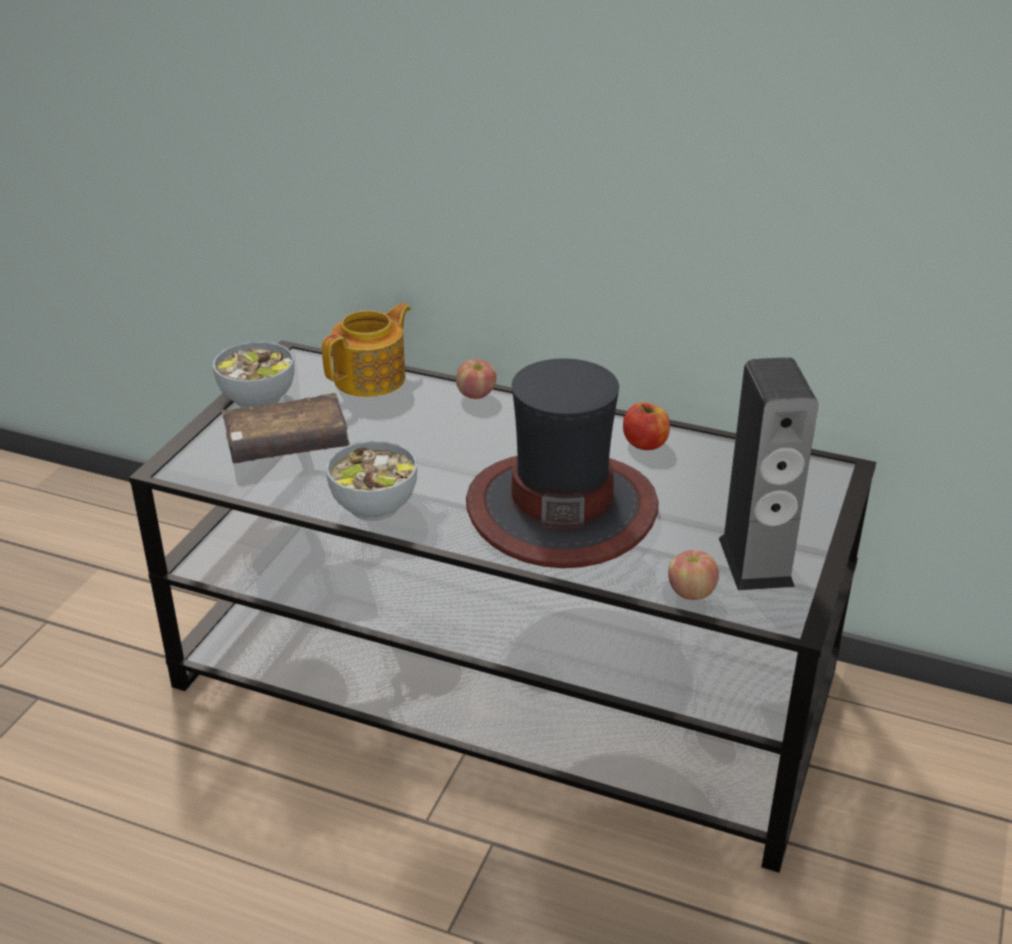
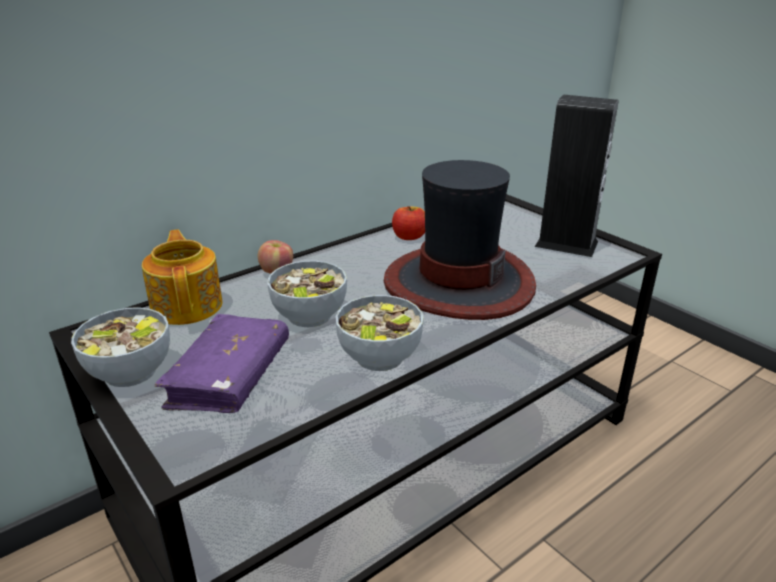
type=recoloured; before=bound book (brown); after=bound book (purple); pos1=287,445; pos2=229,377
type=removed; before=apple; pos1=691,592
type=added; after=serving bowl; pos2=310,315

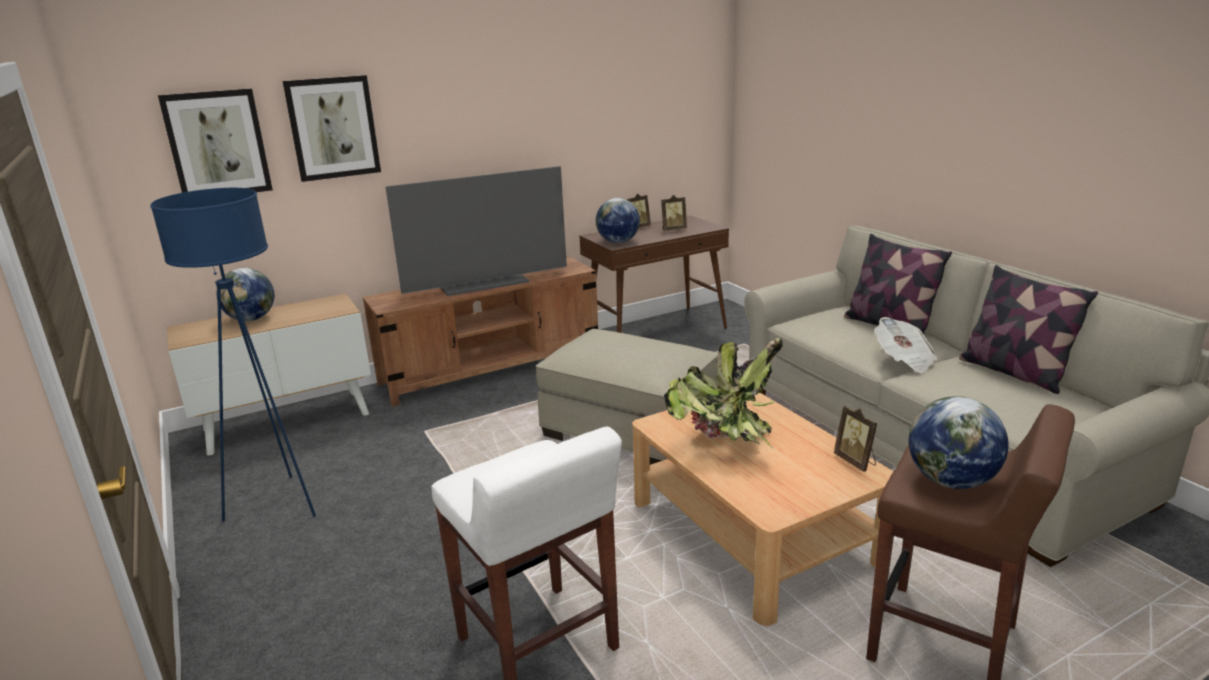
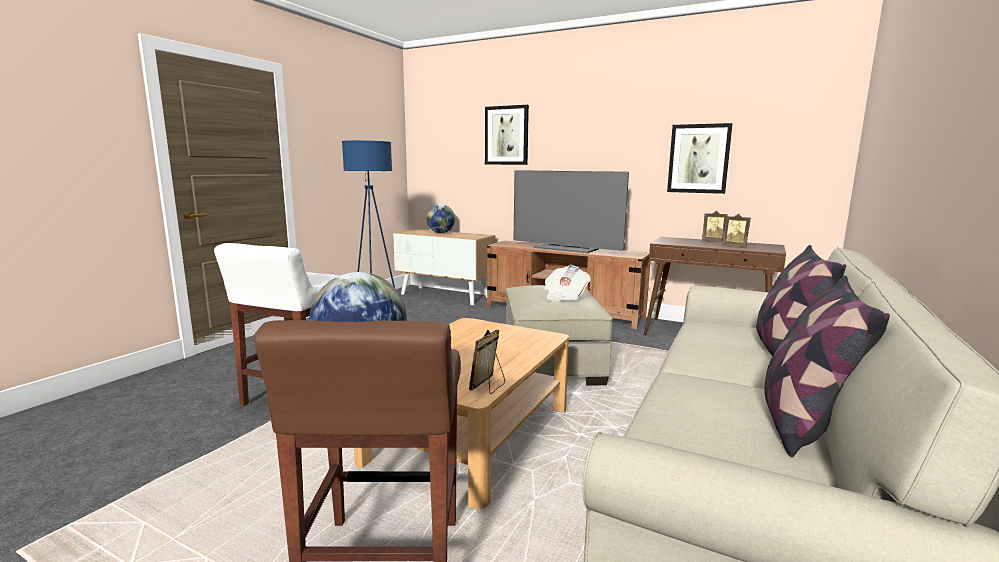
type=moved; before=wall art; pos1=217,144; pos2=698,159
type=removed; before=desk globe; pos1=618,242
type=removed; before=houseplant; pos1=725,444
type=moved; before=daily paper; pos1=904,360; pos2=564,296

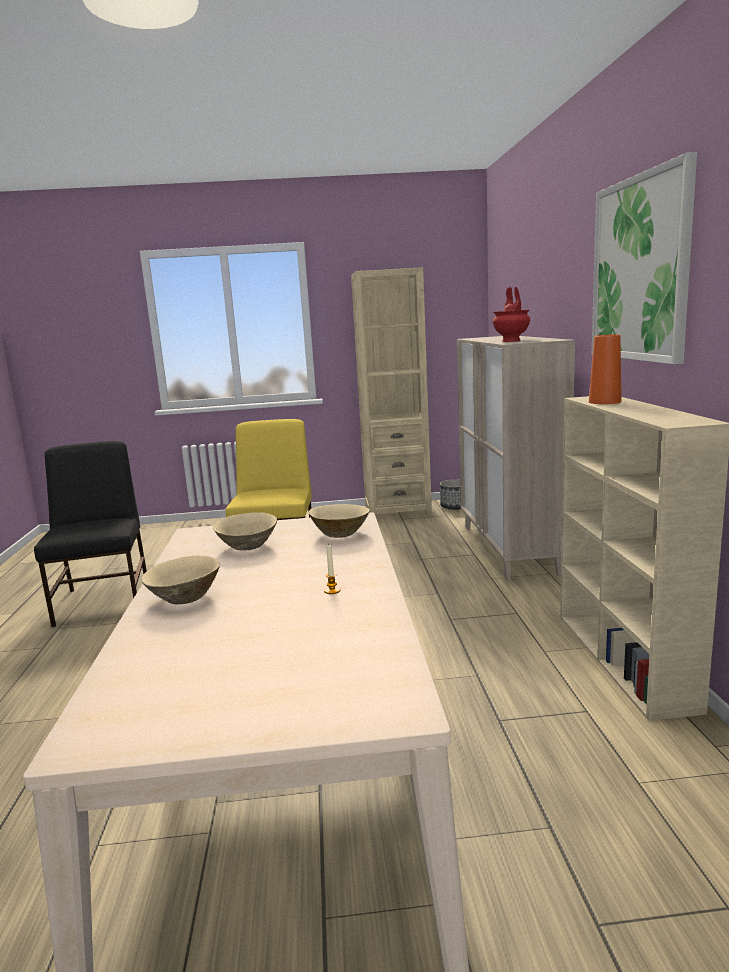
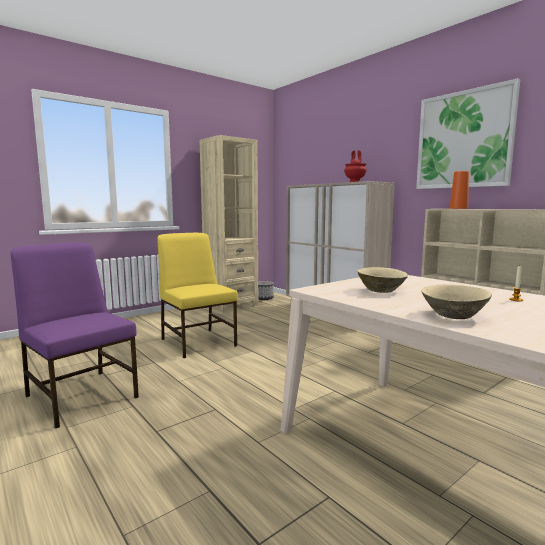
type=recoloured; before=plain chair (black); after=plain chair (purple); pos1=105,600; pos2=82,395
type=removed; before=serving bowl (beige-coloured); pos1=340,533

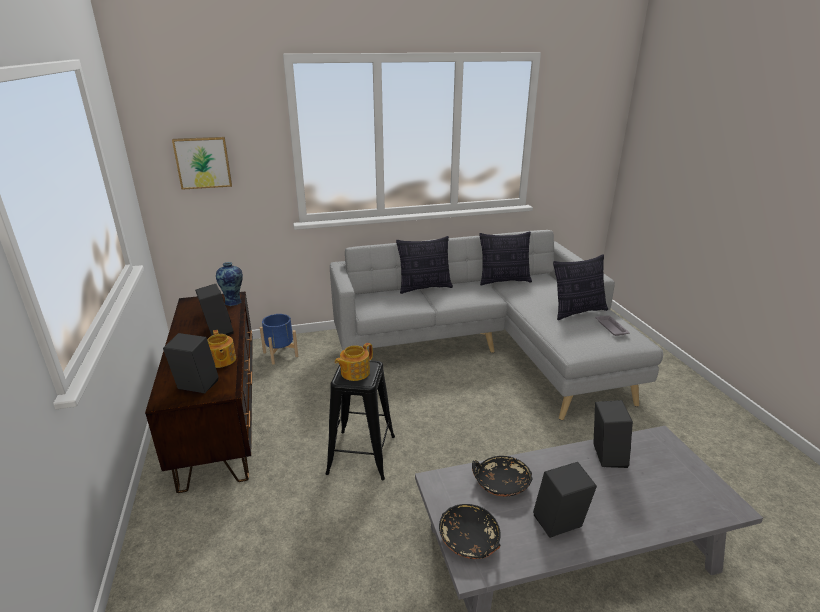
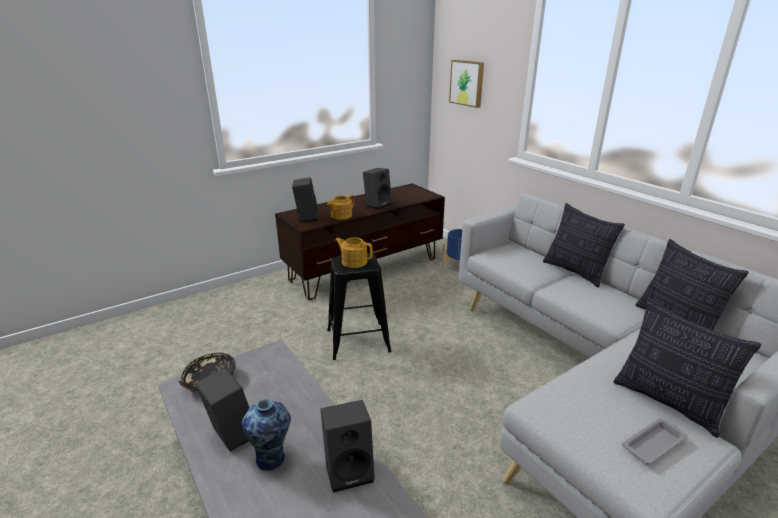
type=moved; before=flower vase; pos1=233,302; pos2=272,459
type=removed; before=serving bowl (black); pos1=501,483

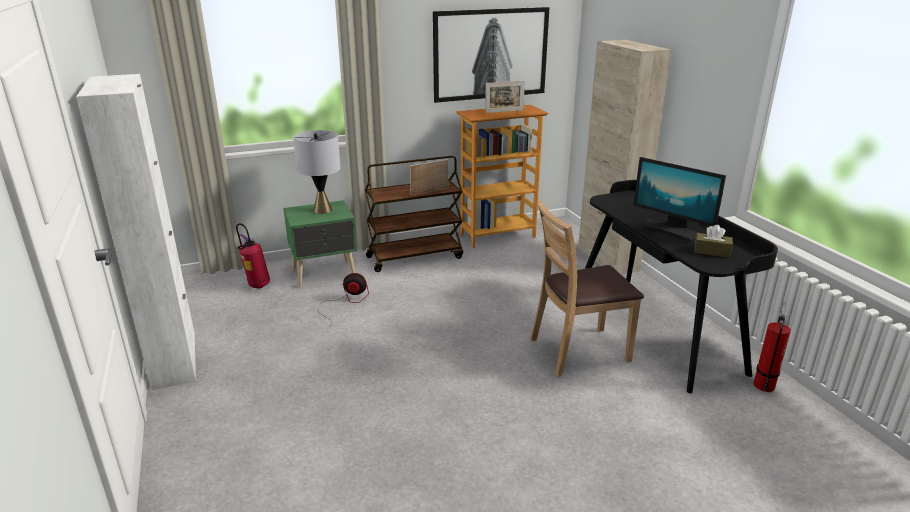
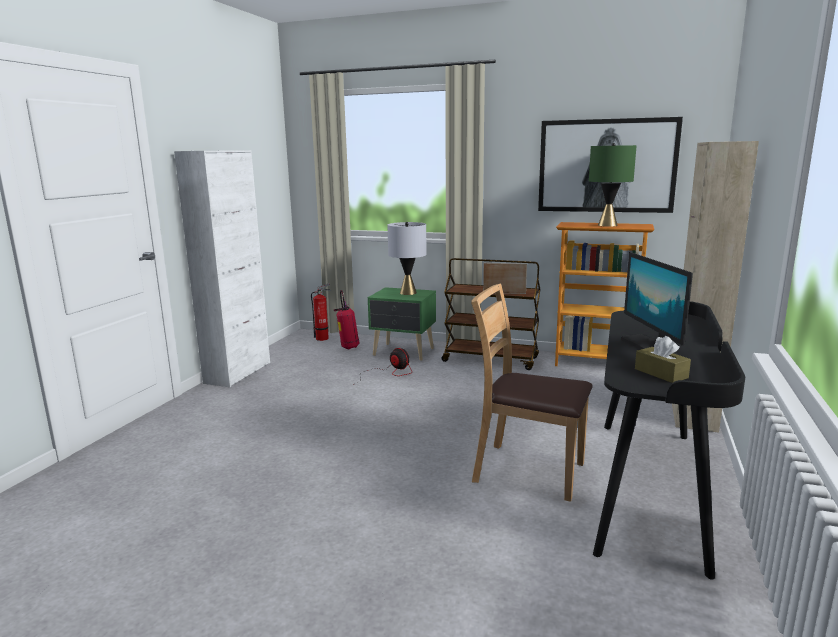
type=replaced; before=standing frame; after=lamp for a table (greenish); pos1=504,111; pos2=607,225
type=moved; before=fire extinguisher; pos1=764,384; pos2=324,338

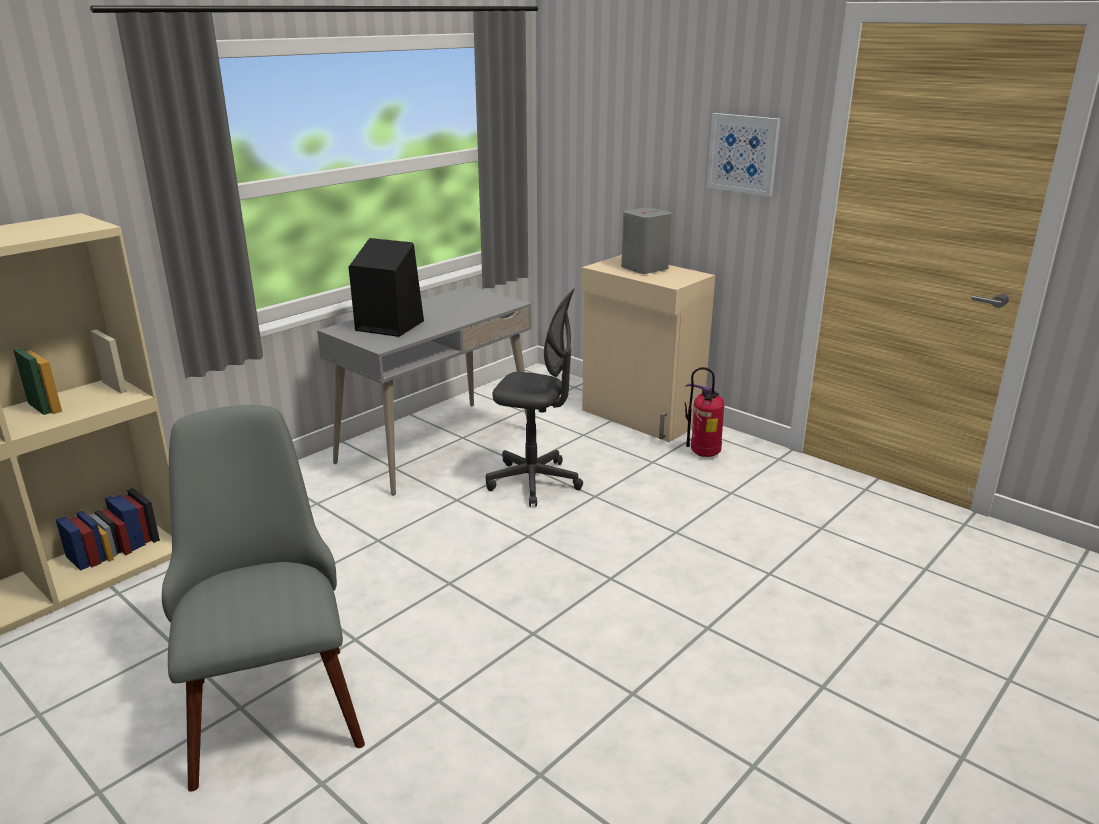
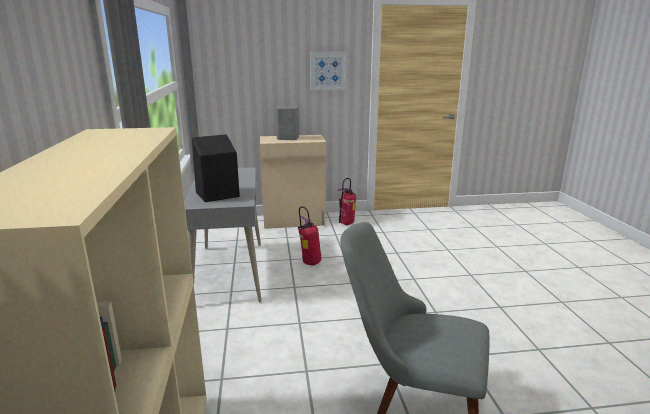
type=replaced; before=desk chair (gray); after=fire extinguisher; pos1=534,482; pos2=309,263

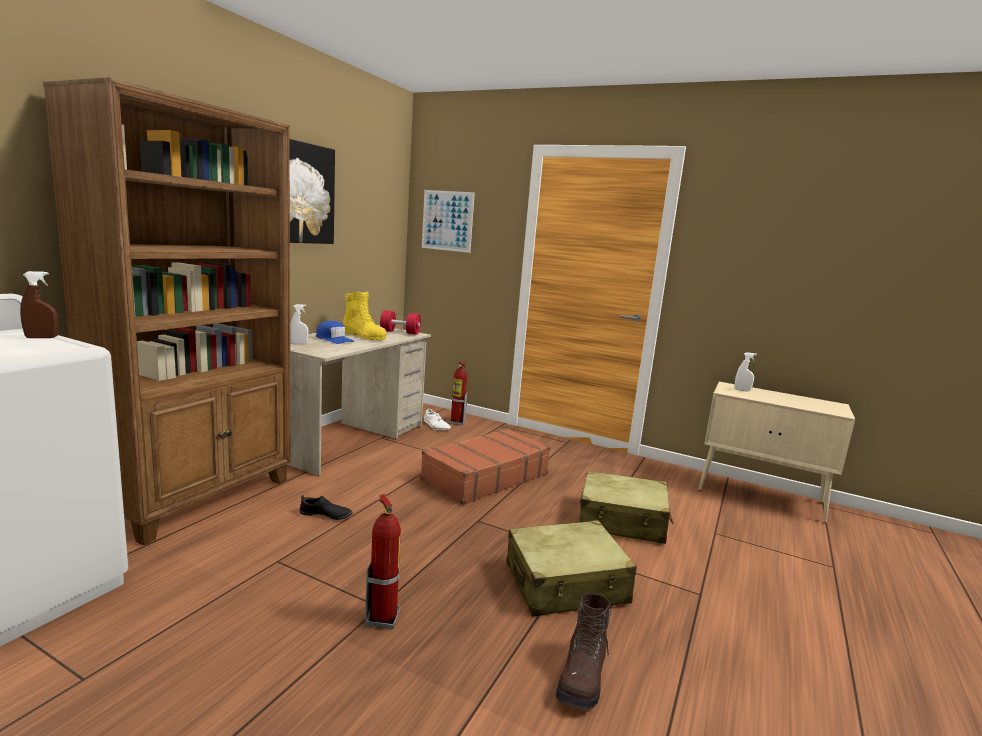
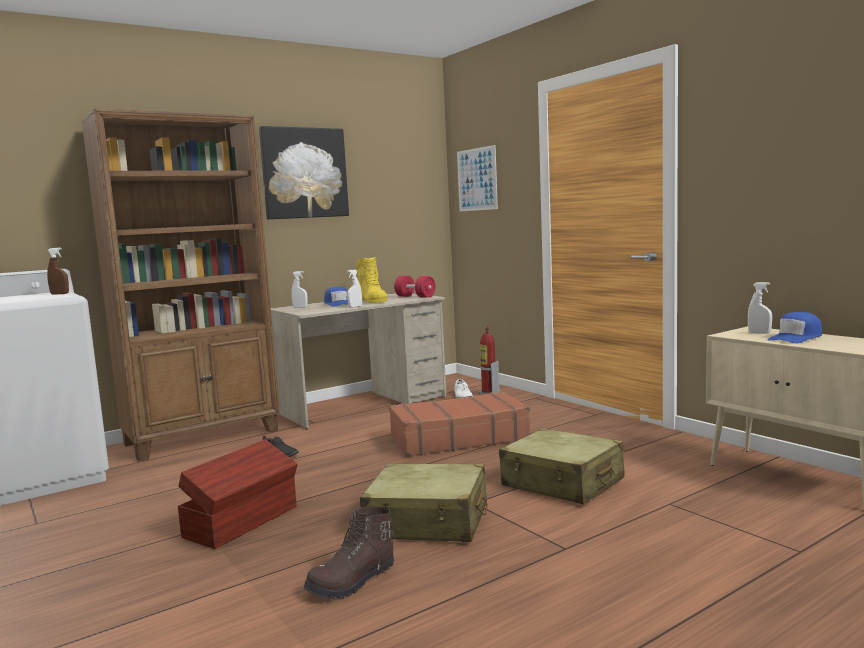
type=replaced; before=fire extinguisher; after=storage bin (brown); pos1=383,618; pos2=243,521
type=added; after=spray bottle (white-coloured); pos2=355,307
type=added; after=baseball cap (bluish); pos2=796,338

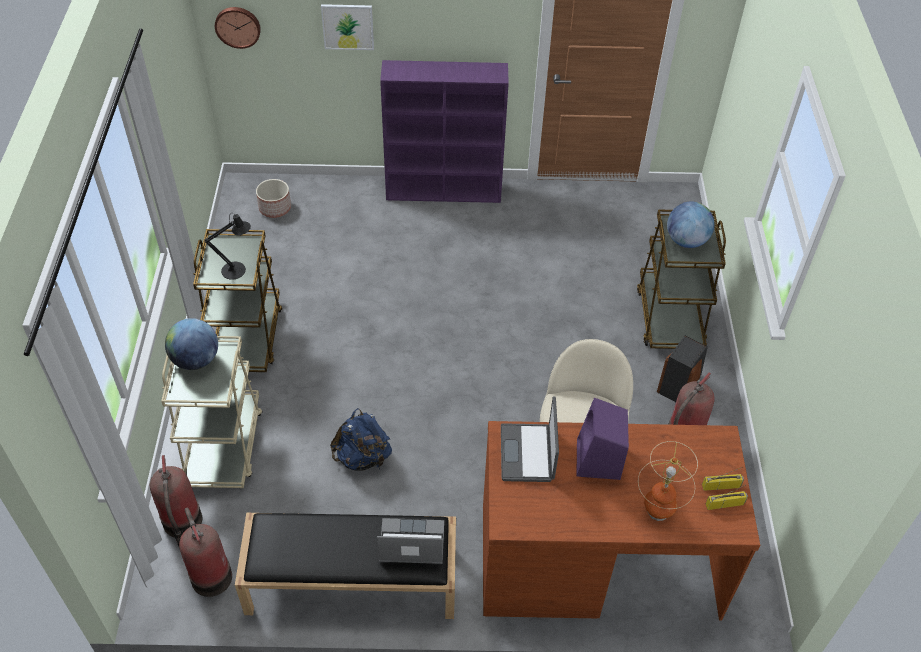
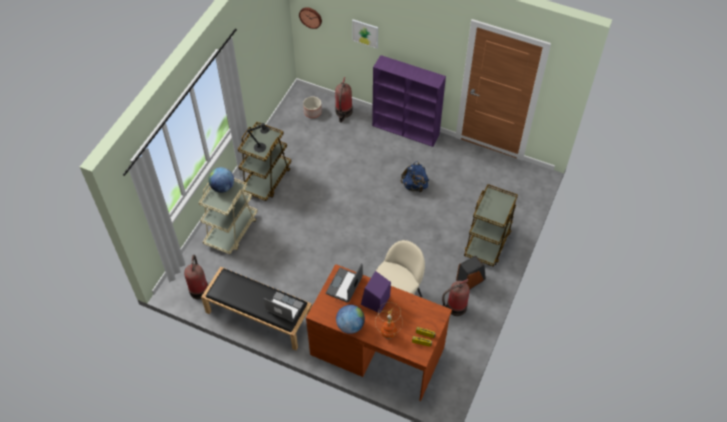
type=moved; before=fire extinguisher; pos1=182,524; pos2=343,112
type=moved; before=knapsack (bluish); pos1=363,457; pos2=414,186
type=moved; before=desk globe; pos1=686,241; pos2=350,325

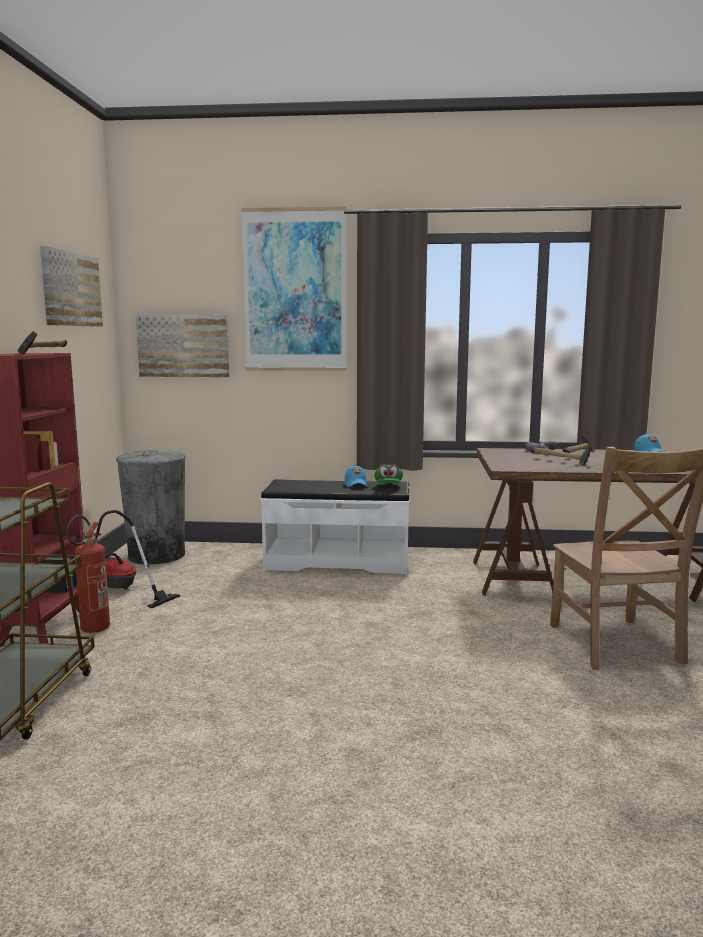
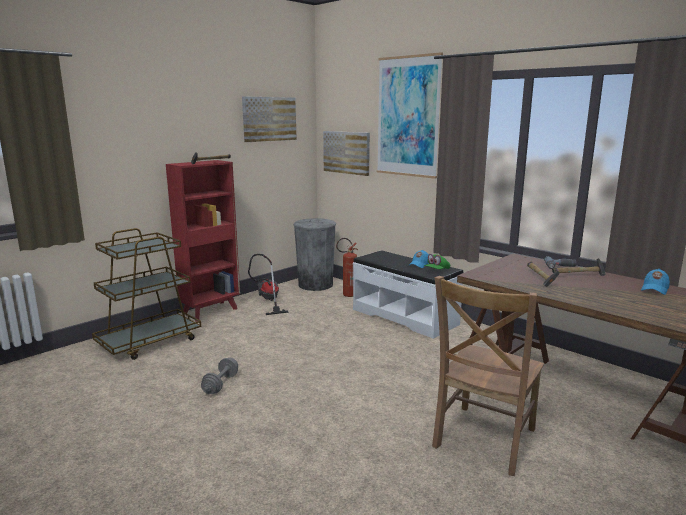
type=moved; before=fire extinguisher; pos1=91,630; pos2=347,295
type=added; after=hand weight (gray); pos2=221,384

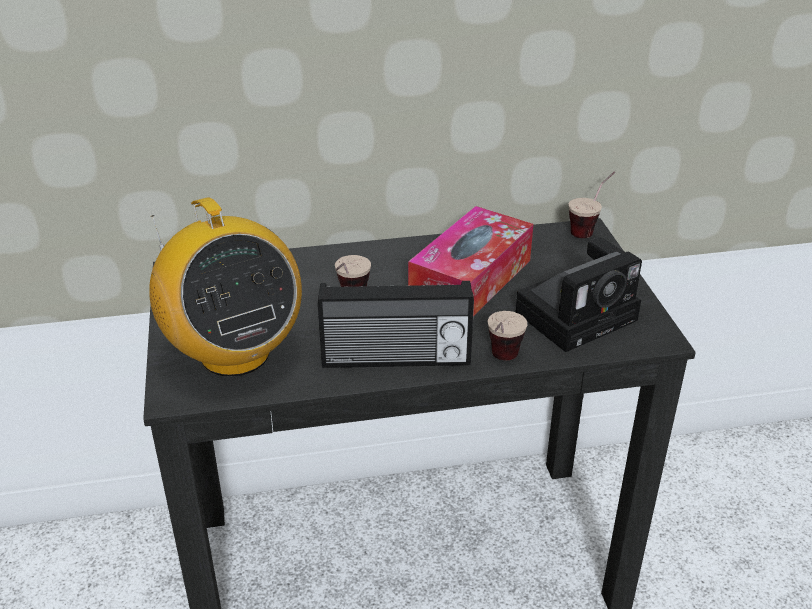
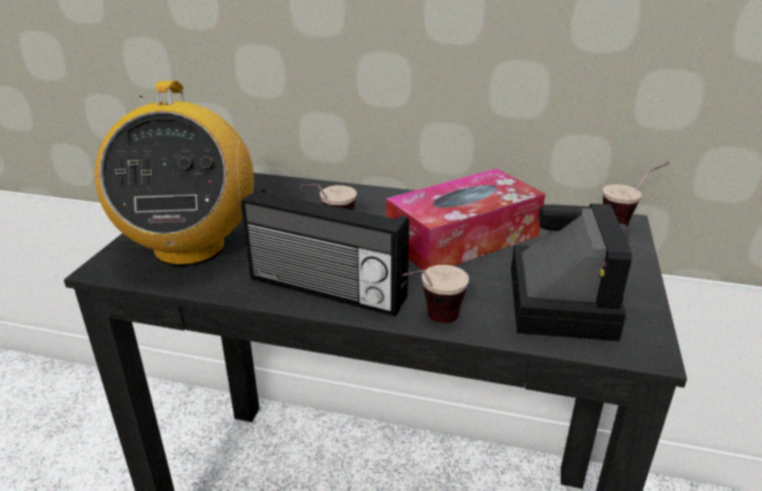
type=turned; before=still camera; pos1=579,314; pos2=558,298; turn=-75

